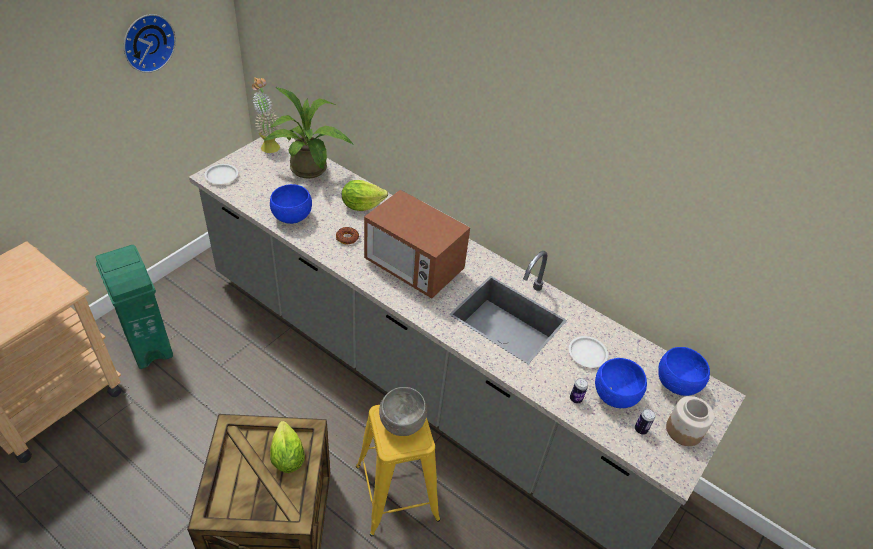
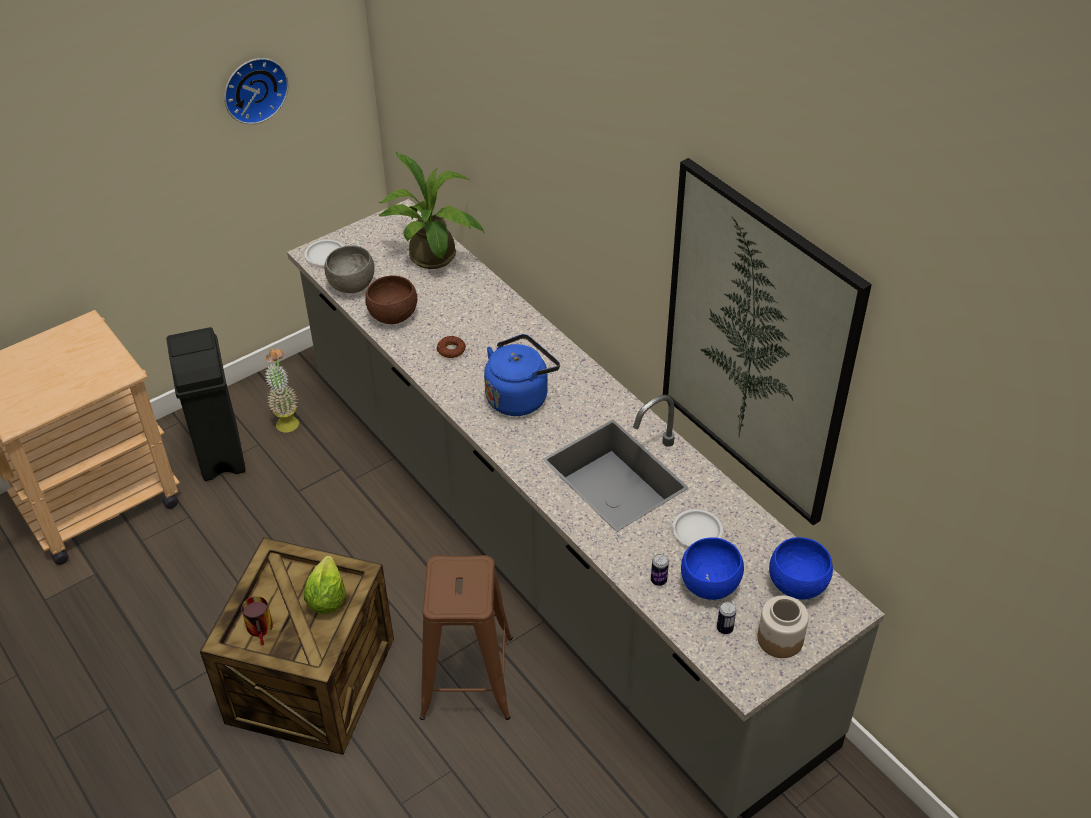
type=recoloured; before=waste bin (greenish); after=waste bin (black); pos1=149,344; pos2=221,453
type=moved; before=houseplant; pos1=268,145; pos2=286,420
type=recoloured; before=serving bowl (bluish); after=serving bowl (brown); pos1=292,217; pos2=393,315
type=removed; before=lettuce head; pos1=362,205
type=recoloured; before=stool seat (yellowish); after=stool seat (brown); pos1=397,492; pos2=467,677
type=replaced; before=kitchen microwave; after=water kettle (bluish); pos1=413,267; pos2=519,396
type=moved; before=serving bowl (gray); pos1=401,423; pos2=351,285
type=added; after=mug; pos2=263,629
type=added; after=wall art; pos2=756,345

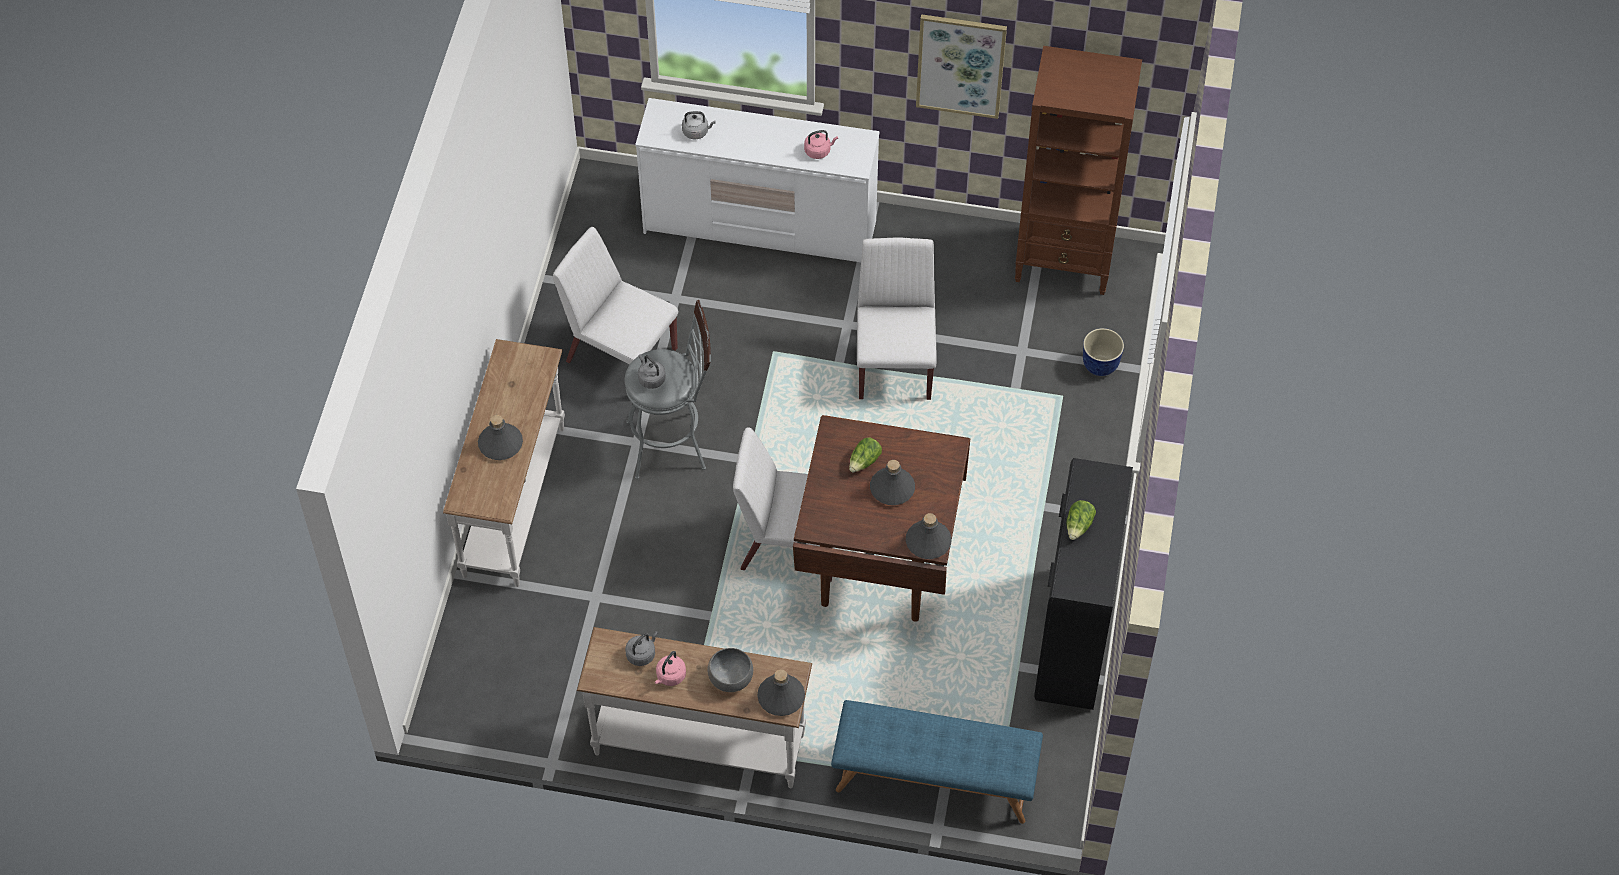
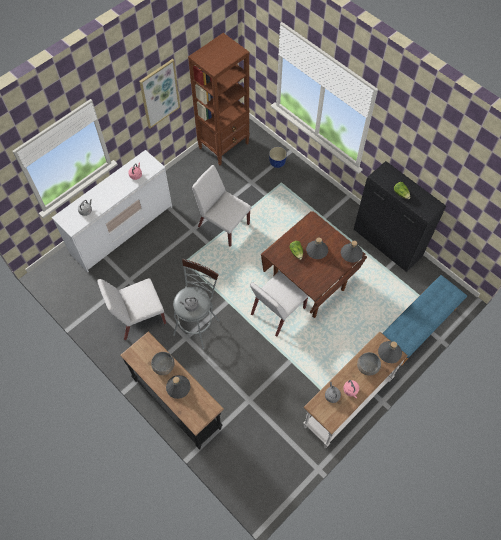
type=recoloured; before=narrow table (white-coloured); after=narrow table (black); pos1=516,502; pos2=178,403
type=added; after=serving bowl (gray); pos2=163,366

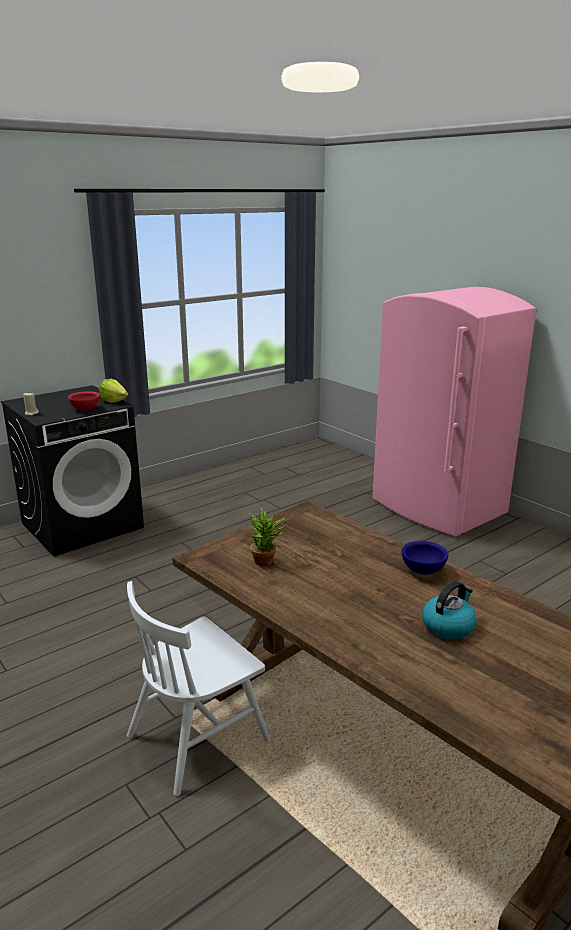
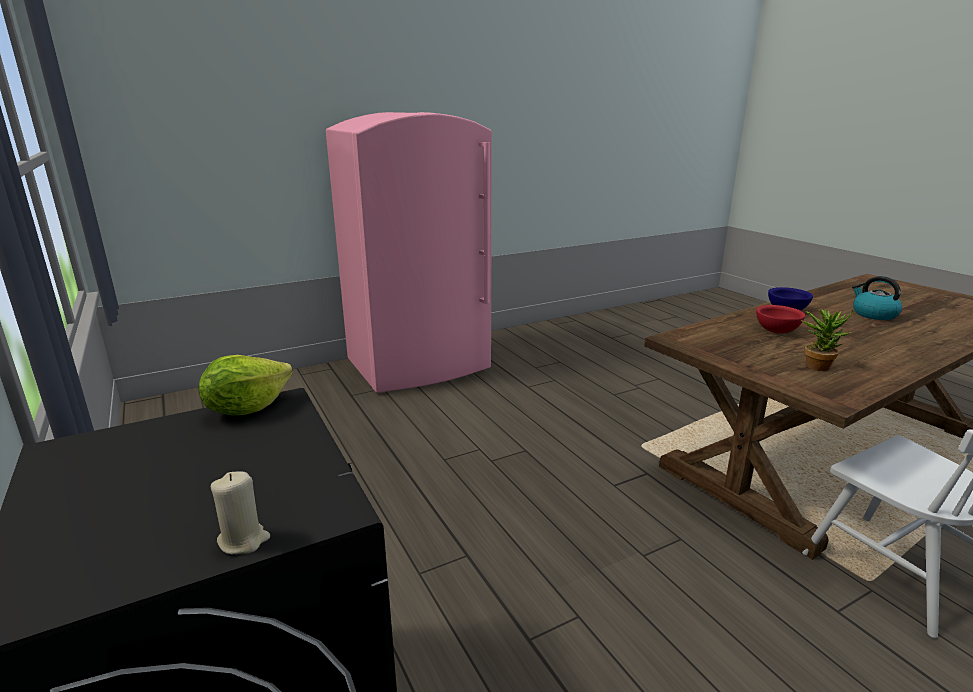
type=moved; before=serving bowl (red); pos1=86,409; pos2=776,331

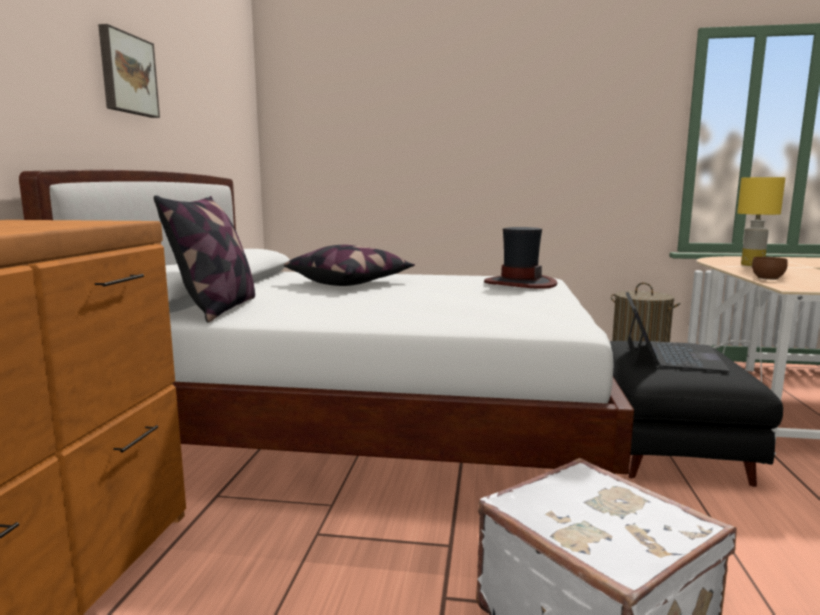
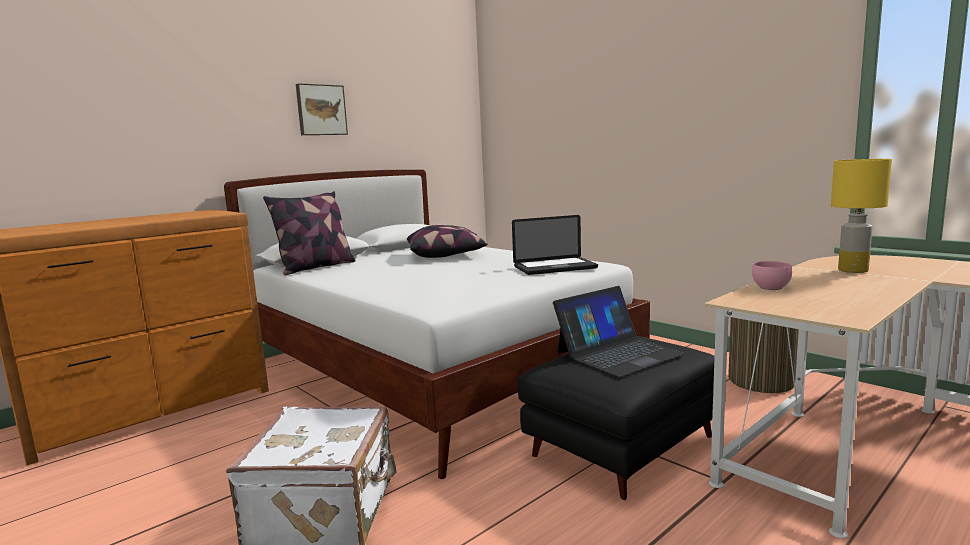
type=replaced; before=wearable hat; after=portable computer; pos1=519,283; pos2=555,267
type=recoloured; before=serving bowl (brown); after=serving bowl (pink-coloured); pos1=767,278; pos2=769,288

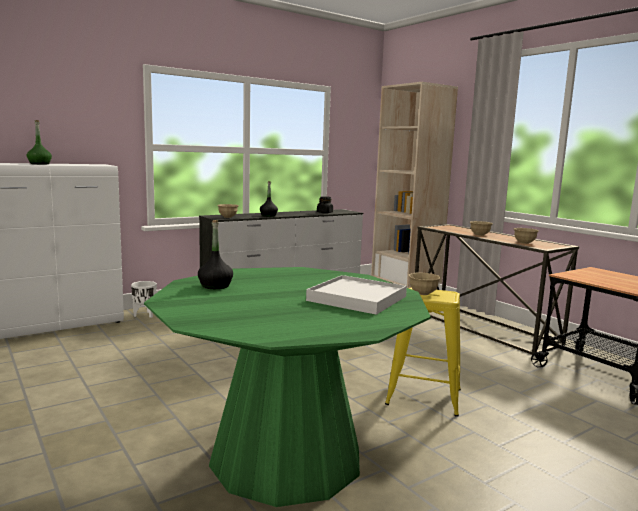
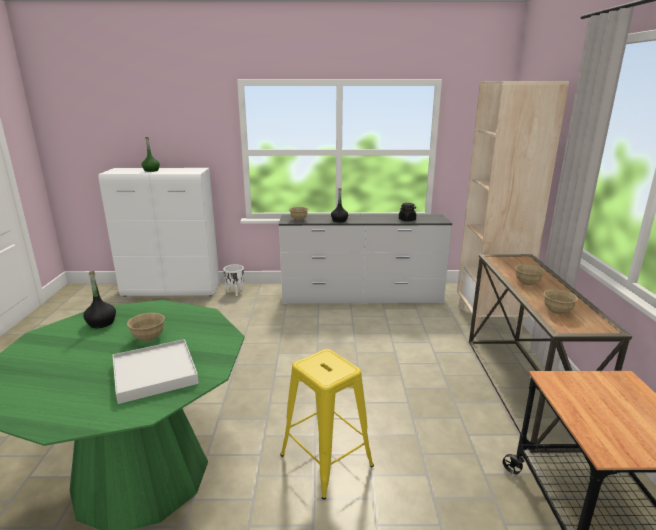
type=moved; before=serving bowl (beige-coloured); pos1=423,293; pos2=148,338

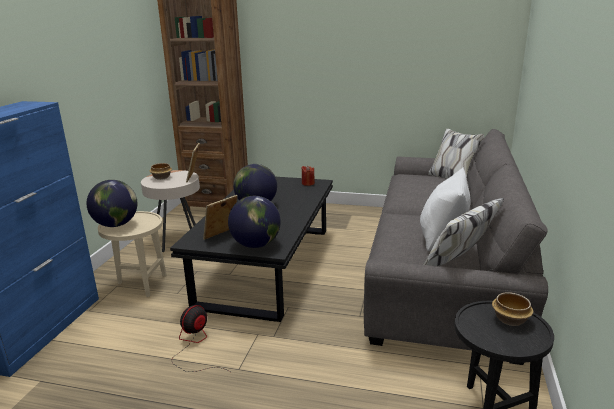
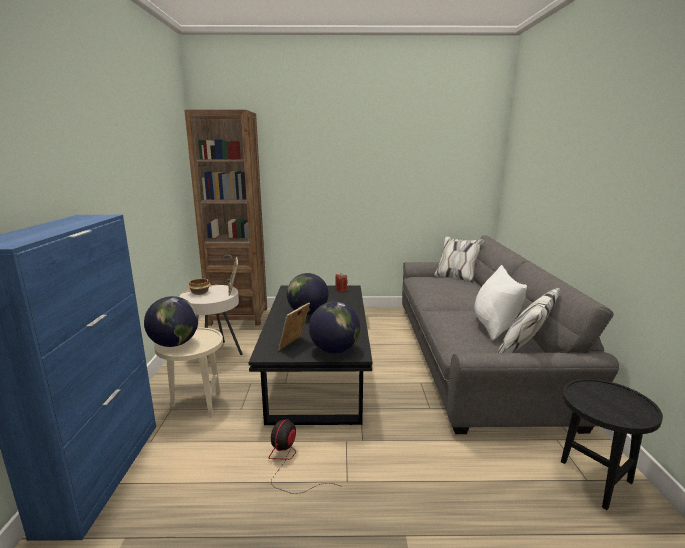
type=removed; before=serving bowl; pos1=509,319

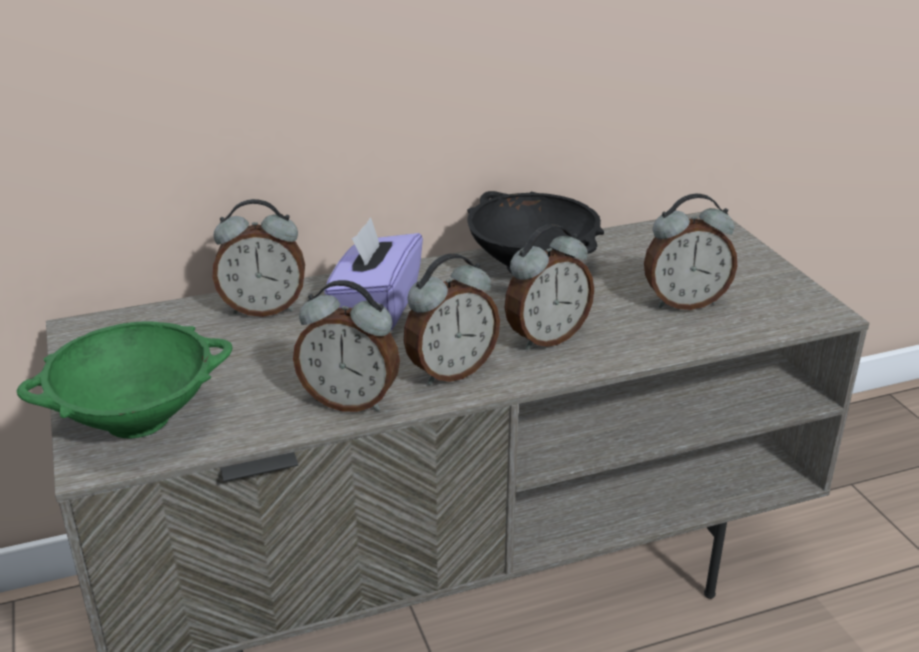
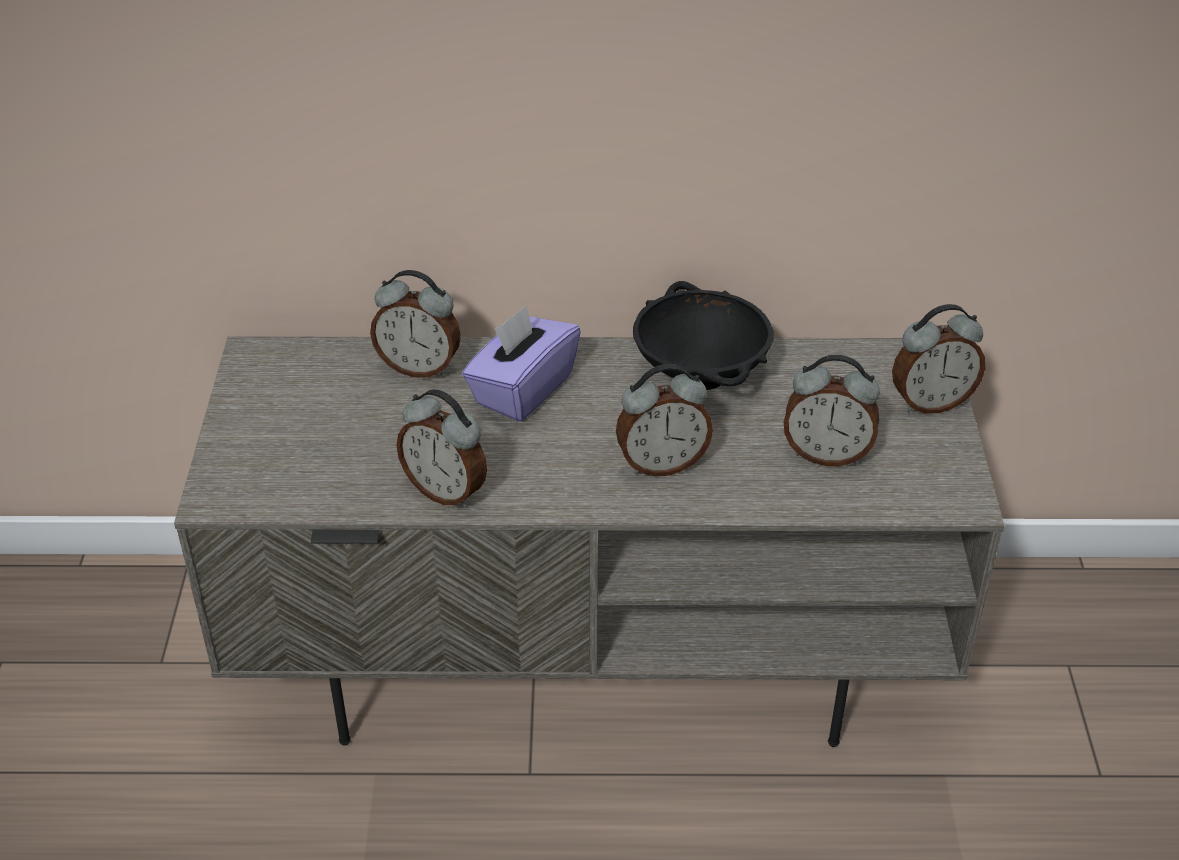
type=removed; before=serving bowl (greenish); pos1=138,419
type=moved; before=bedside clock; pos1=450,371; pos2=930,402

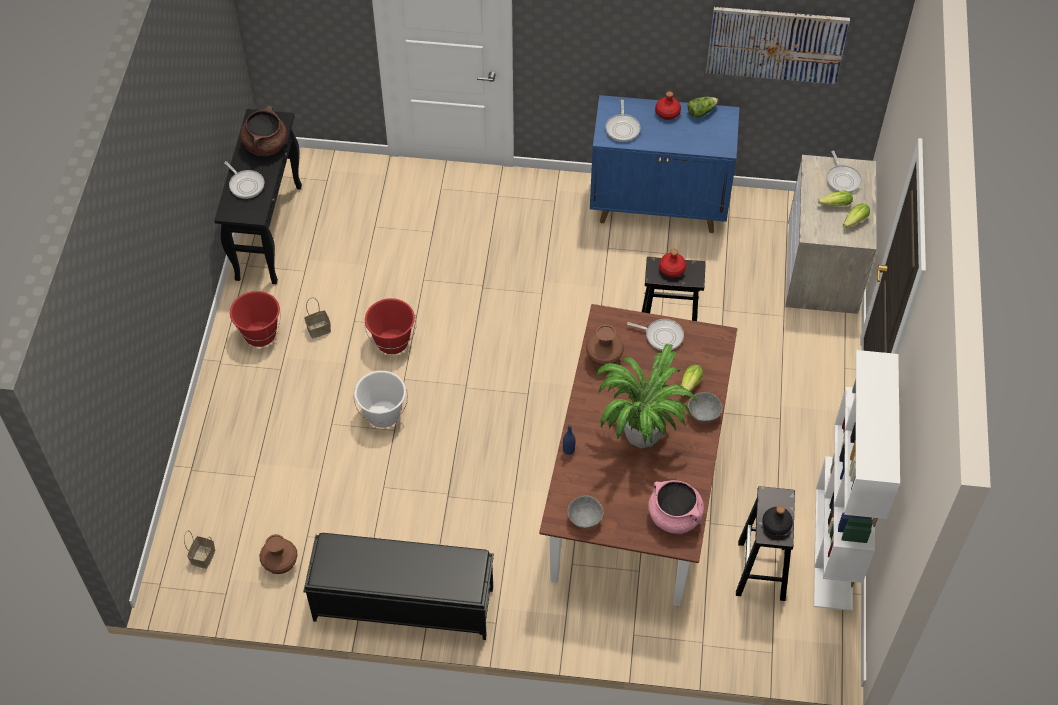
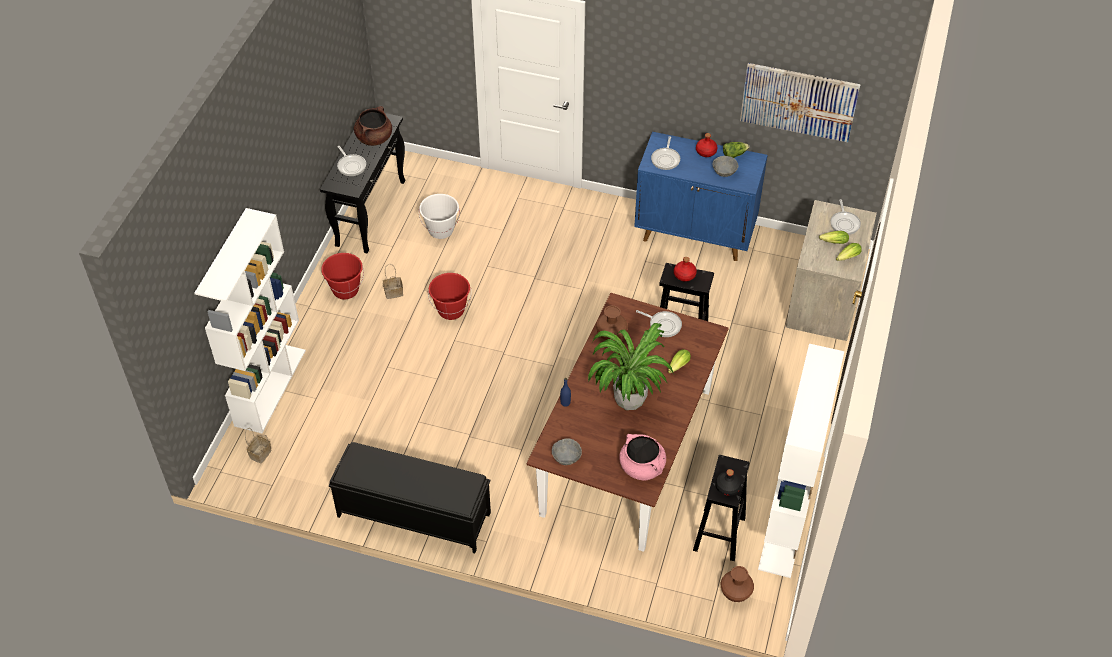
type=moved; before=flower vase (brown); pos1=281,564; pos2=735,593
type=moved; before=water bucket (white-coloured); pos1=383,414; pos2=441,230
type=moved; before=serving bowl (gray); pos1=703,414; pos2=724,172
type=added; after=shelving unit (white-coloured); pos2=270,387

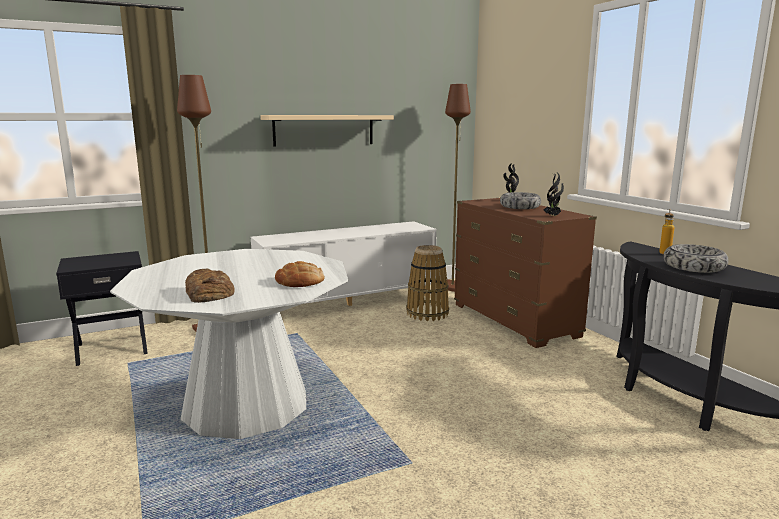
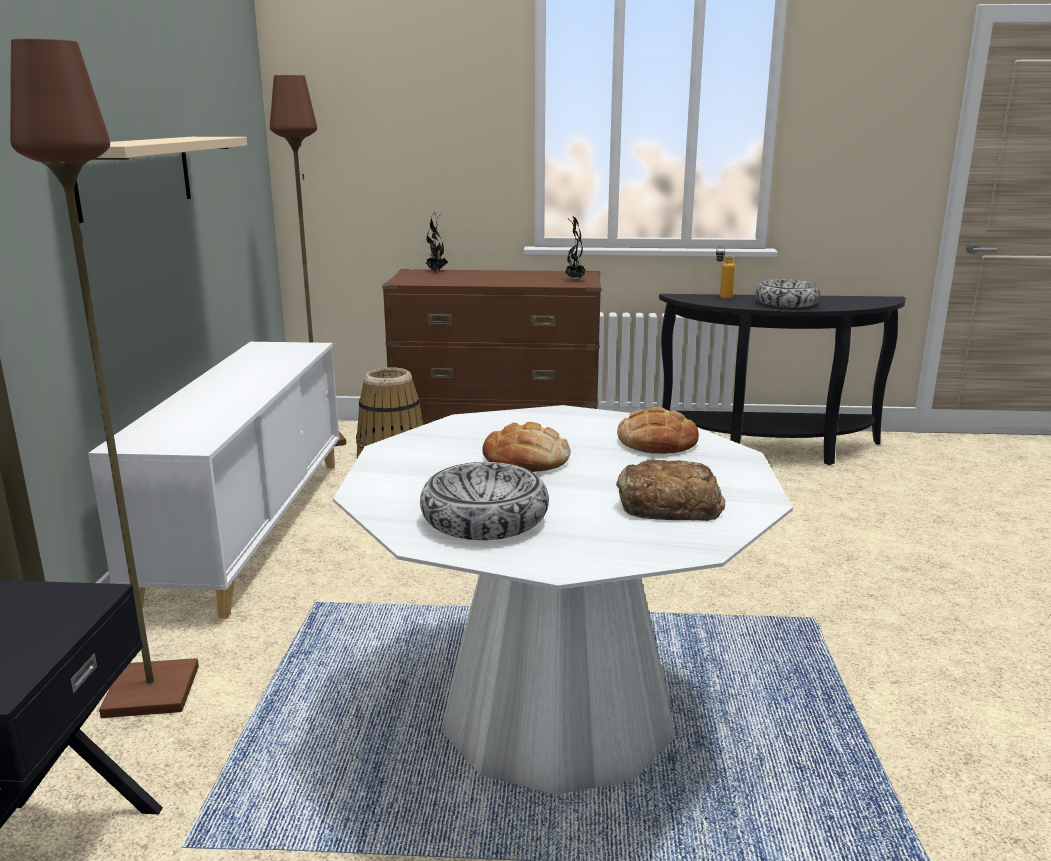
type=moved; before=serving bowl; pos1=520,207; pos2=485,519
type=added; after=bakery bread; pos2=527,459

